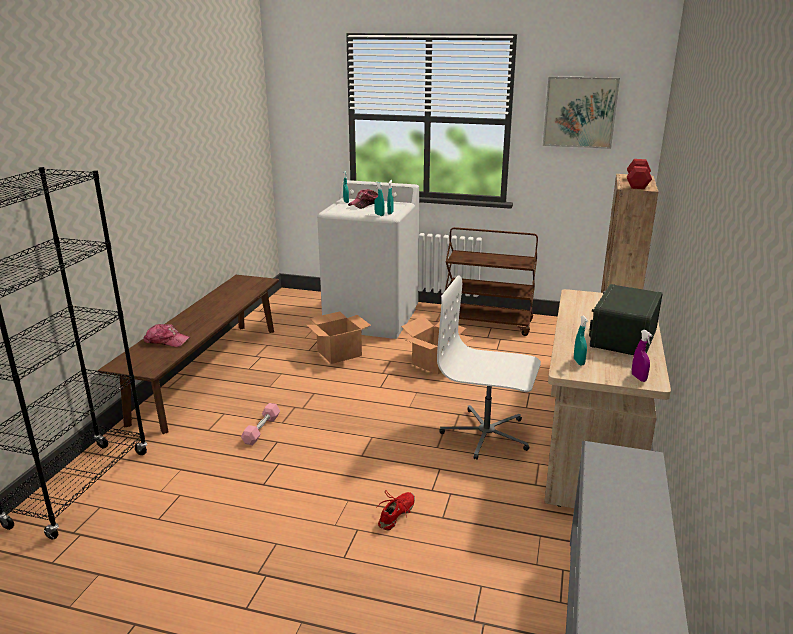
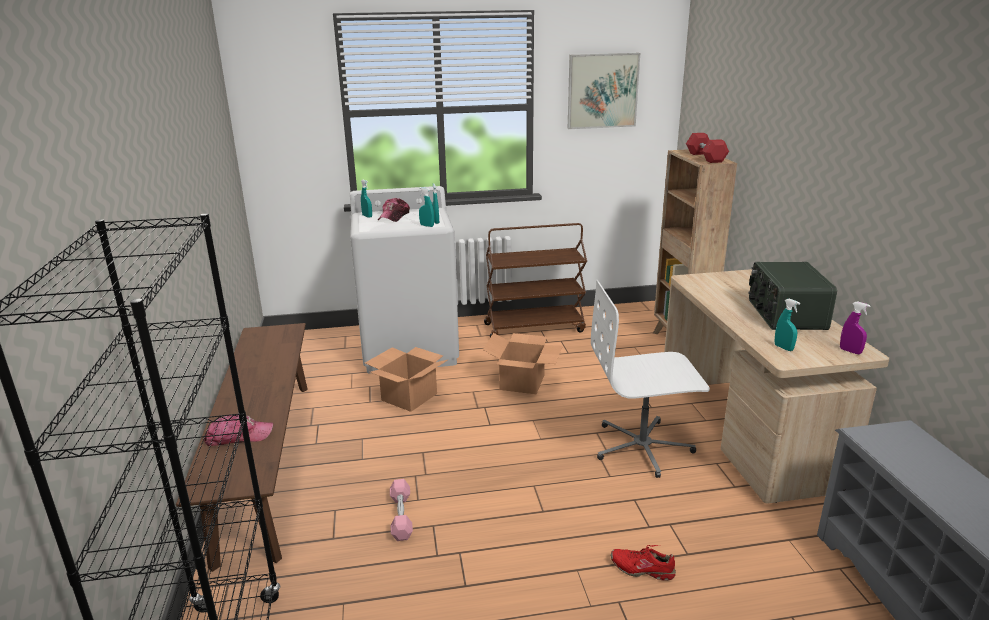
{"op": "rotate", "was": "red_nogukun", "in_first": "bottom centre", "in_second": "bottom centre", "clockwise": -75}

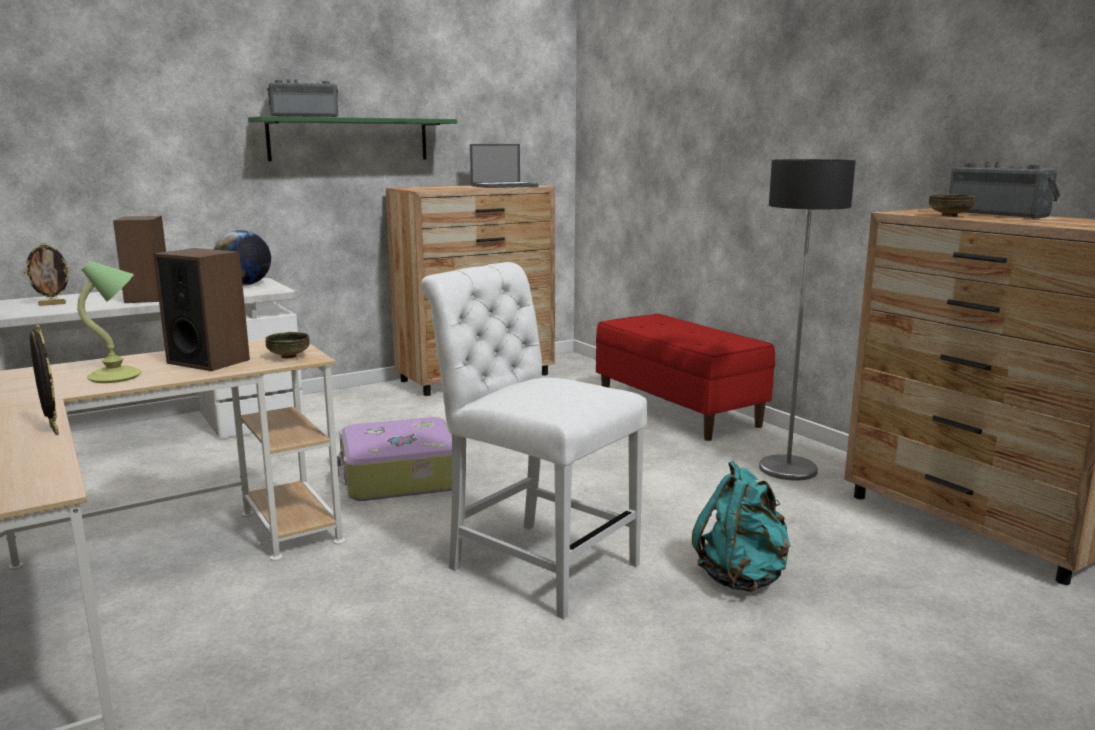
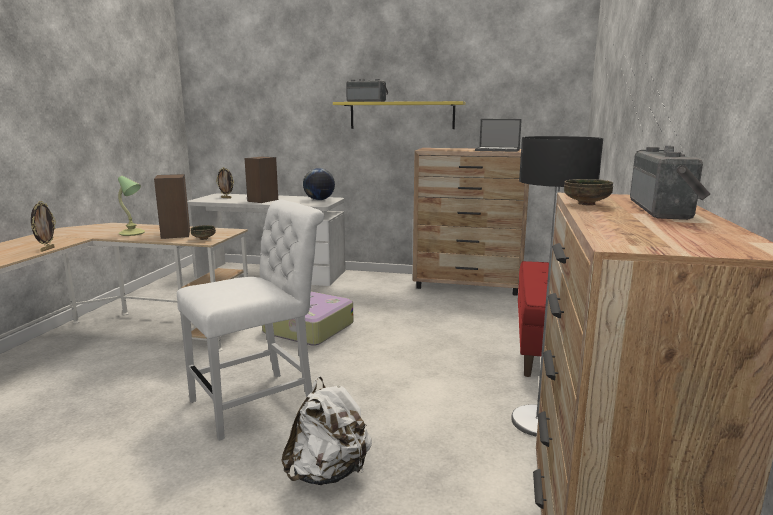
{"op": "rotate", "was": "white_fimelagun", "in_first": "centre", "in_second": "middle left", "clockwise": 60}
{"op": "recolor", "was": "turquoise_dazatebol", "now": "white_dazatebol", "in_first": "bottom right", "in_second": "bottom centre"}
{"op": "recolor", "was": "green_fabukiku", "now": "yellow_fabukiku", "in_first": "top left", "in_second": "top centre"}

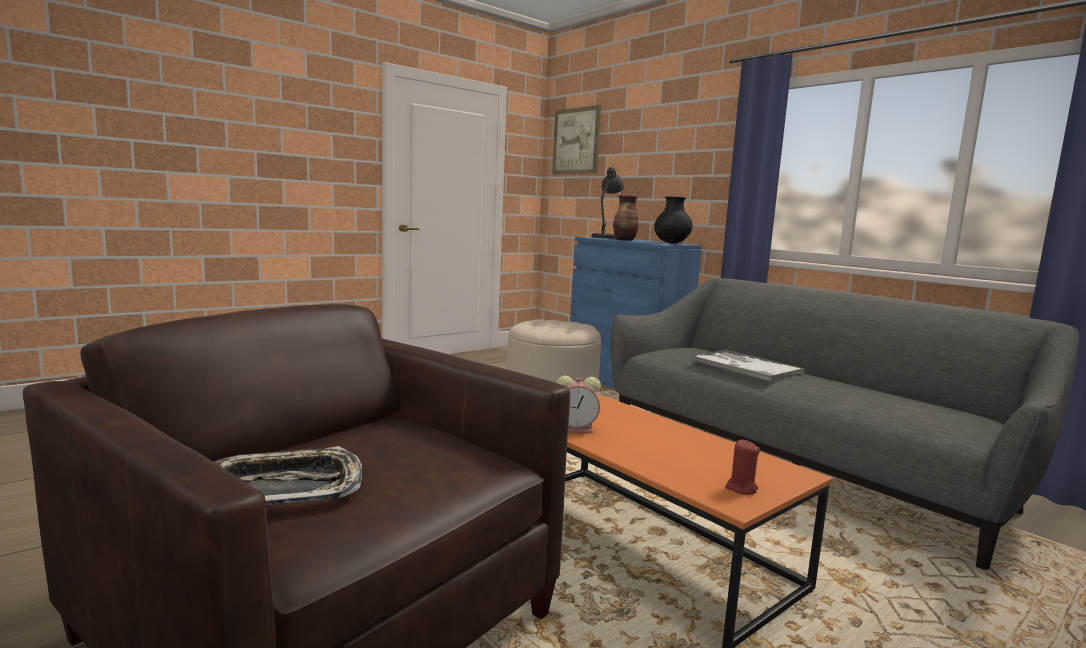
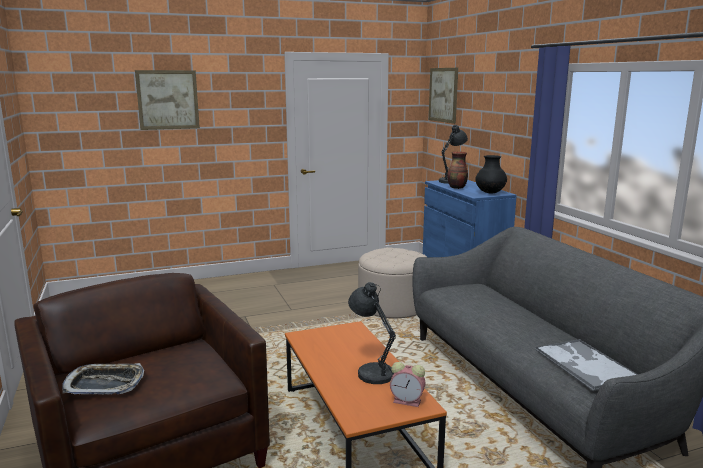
{"op": "insert", "now": "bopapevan (1st from left)", "in_second": "top left"}
{"op": "insert", "now": "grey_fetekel (1st from left)", "in_second": "bottom centre"}
{"op": "move", "was": "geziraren", "in_first": "centre", "in_second": "bottom centre"}
{"op": "move", "was": "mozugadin (2nd from left)", "in_first": "middle right", "in_second": "bottom right"}
{"op": "delete", "was": "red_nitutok", "in_first": "bottom right"}

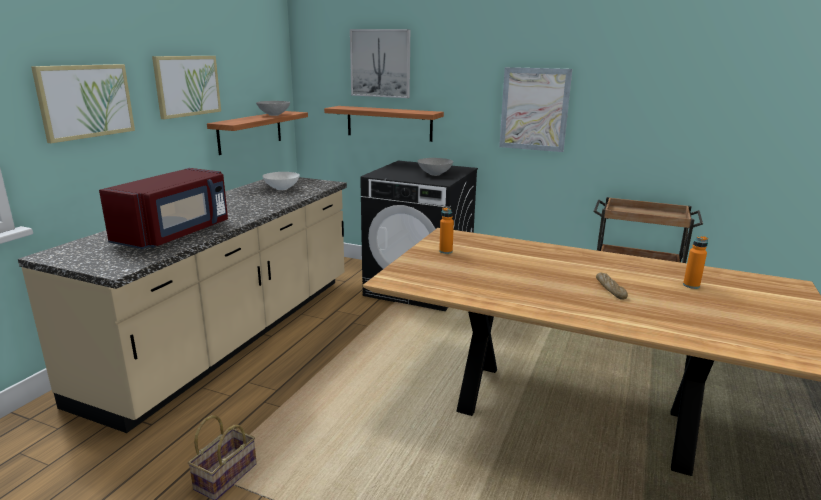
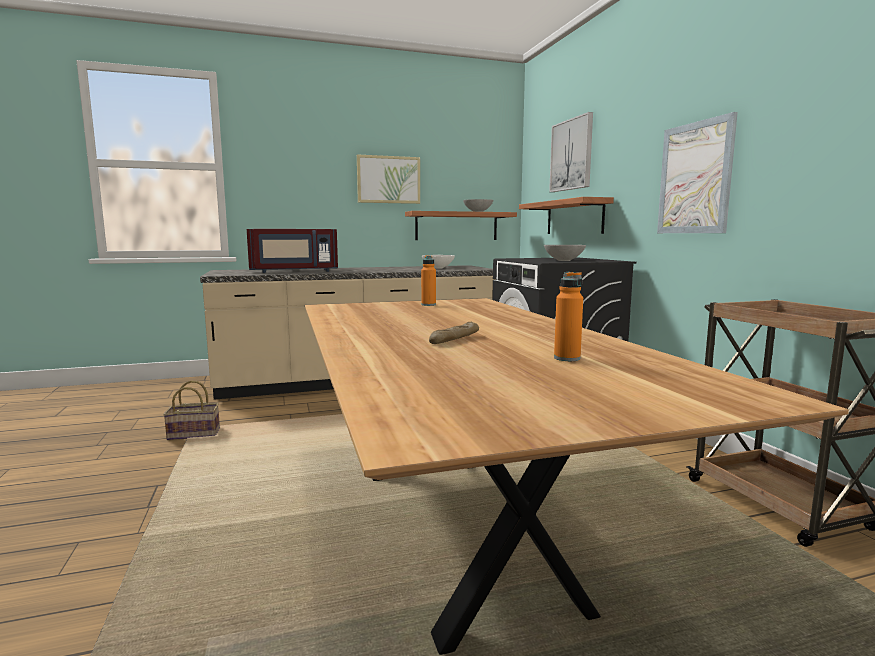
{"op": "delete", "was": "bopapevan (1st from left)", "in_first": "top left"}

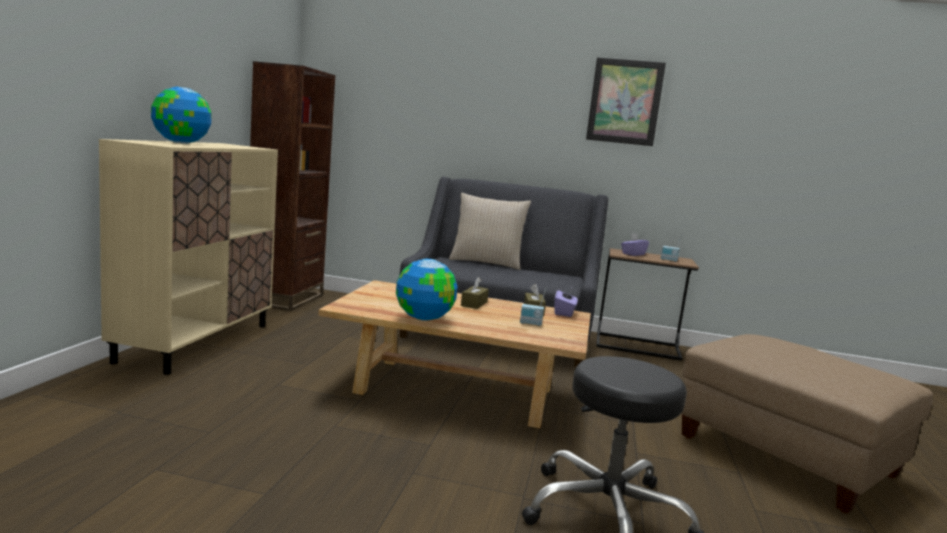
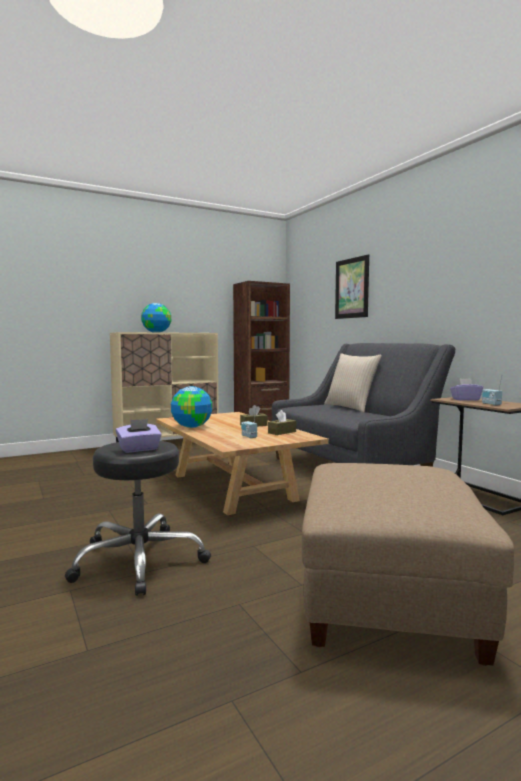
{"op": "move", "was": "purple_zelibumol (1st from left)", "in_first": "centre", "in_second": "middle left"}
{"op": "move", "was": "bopapevan", "in_first": "top centre", "in_second": "middle right"}

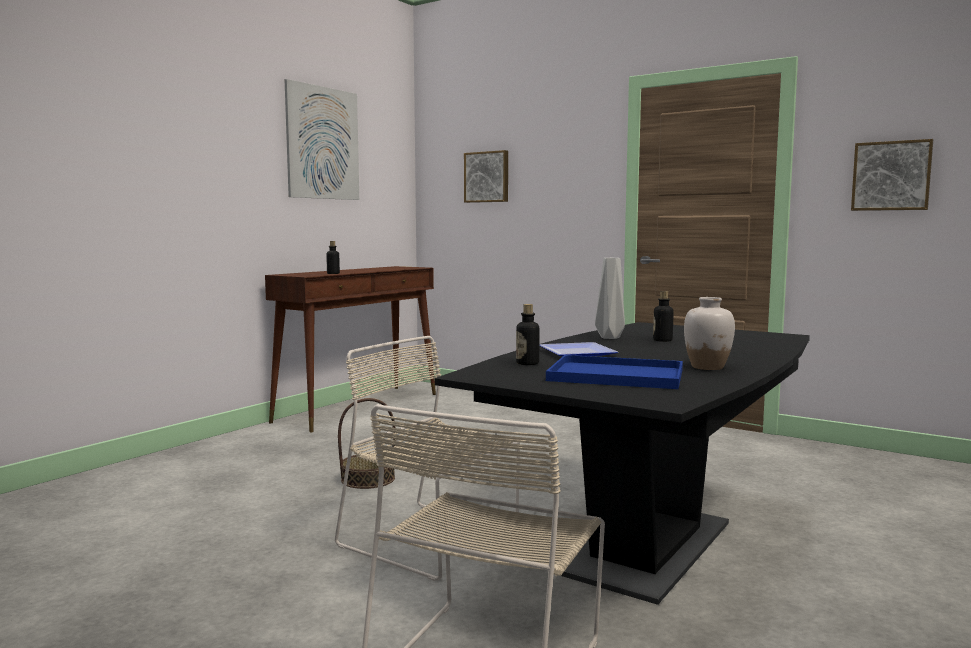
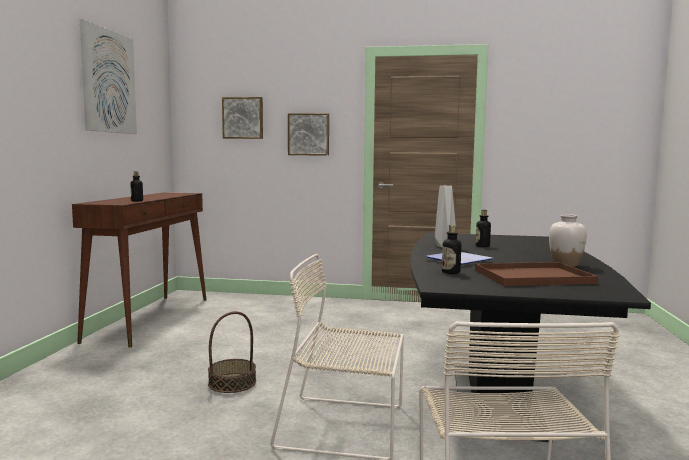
{"op": "move", "was": "bopapevan (3rd from left)", "in_first": "top right", "in_second": "top centre"}
{"op": "recolor", "was": "blue_mozugadin", "now": "brown_mozugadin", "in_first": "centre", "in_second": "middle right"}

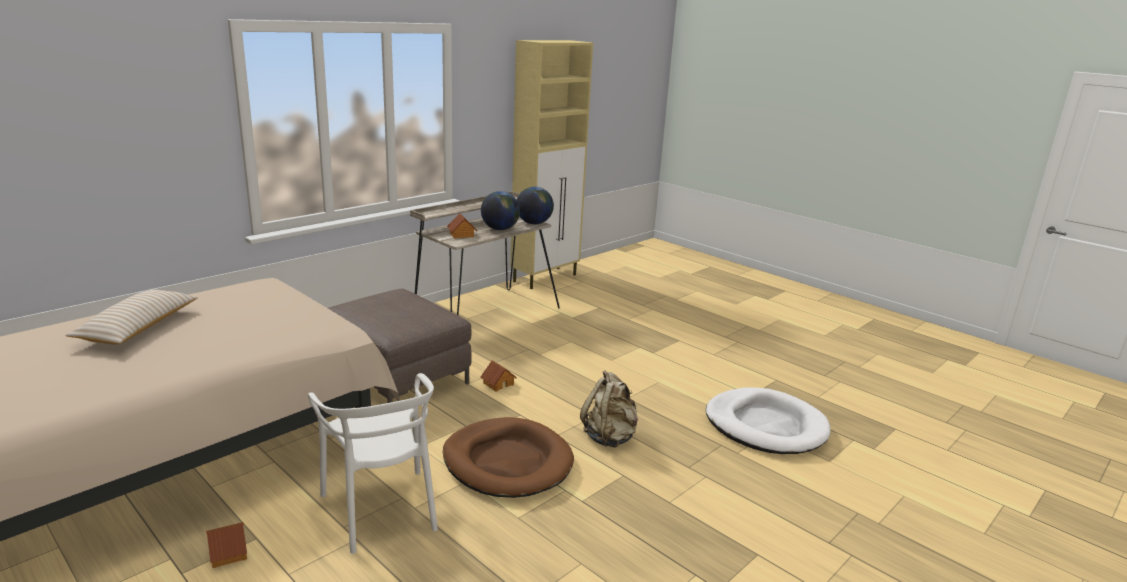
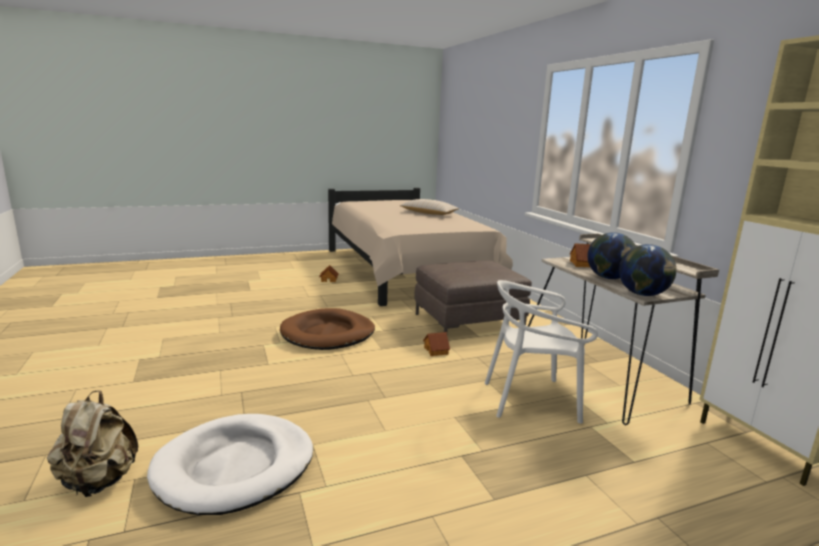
{"op": "move", "was": "beige_dazatebol", "in_first": "bottom centre", "in_second": "bottom left"}
{"op": "move", "was": "white_fimelagun", "in_first": "bottom left", "in_second": "centre"}

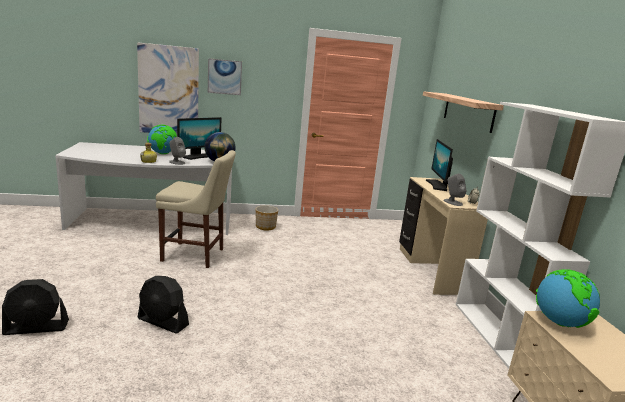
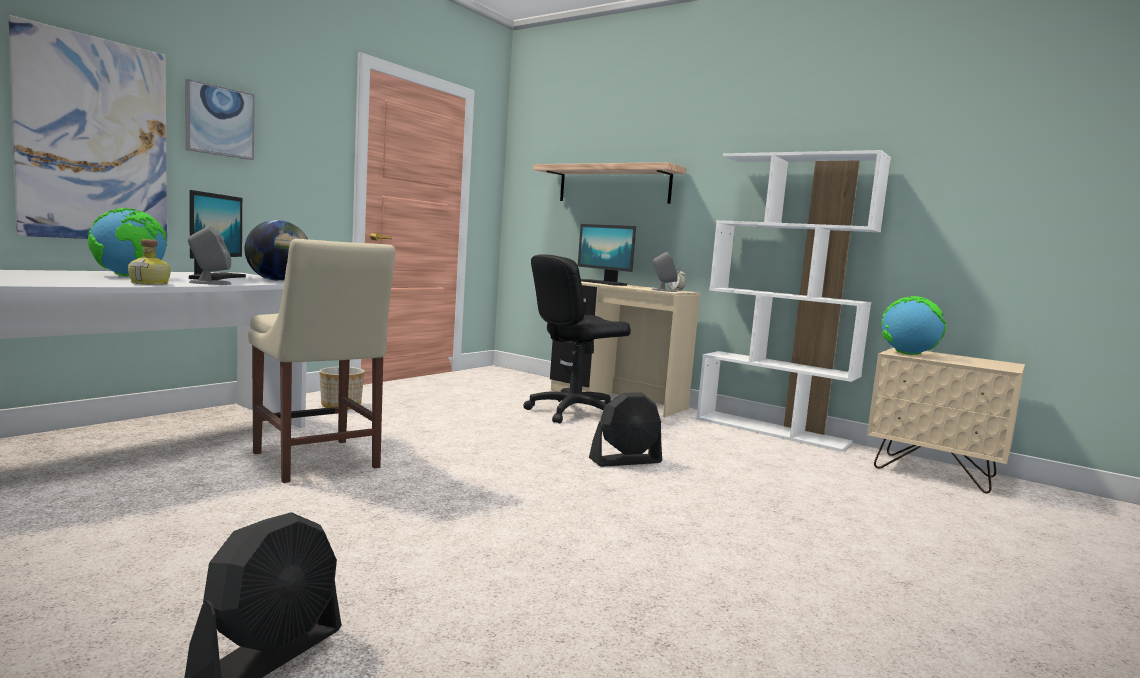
{"op": "rotate", "was": "beige_fimelagun", "in_first": "middle left", "in_second": "middle left", "clockwise": 90}
{"op": "insert", "now": "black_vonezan", "in_second": "centre"}
{"op": "move", "was": "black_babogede (2nd from left)", "in_first": "bottom left", "in_second": "centre"}

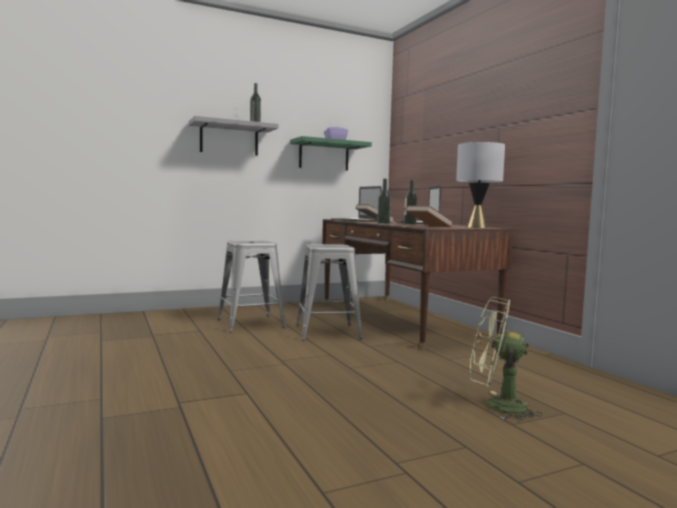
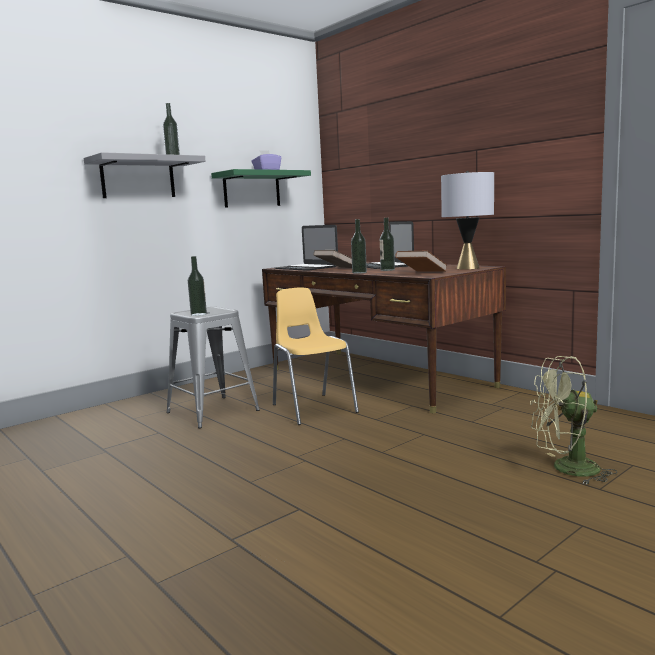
{"op": "insert", "now": "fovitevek (2nd from left)", "in_second": "middle left"}
{"op": "replace", "was": "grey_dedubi (2nd from left)", "now": "yellow_fimelagun", "in_first": "centre", "in_second": "centre"}

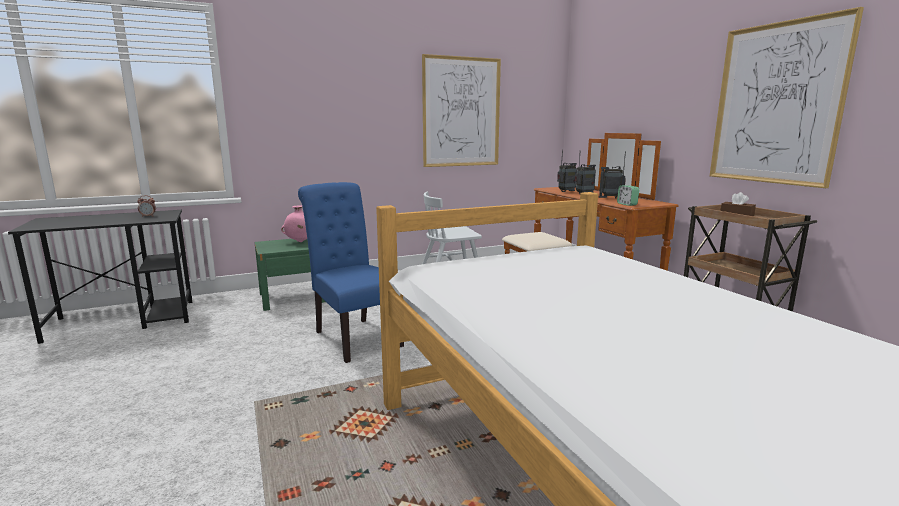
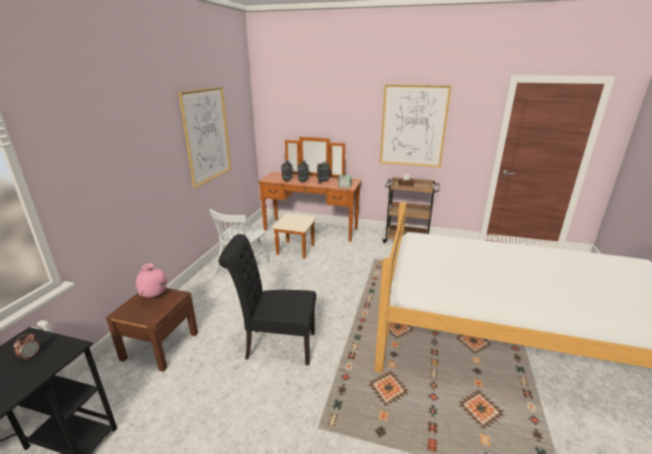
{"op": "recolor", "was": "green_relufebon", "now": "brown_relufebon", "in_first": "middle left", "in_second": "bottom left"}
{"op": "recolor", "was": "blue_fimelagun", "now": "black_fimelagun", "in_first": "centre", "in_second": "centre"}

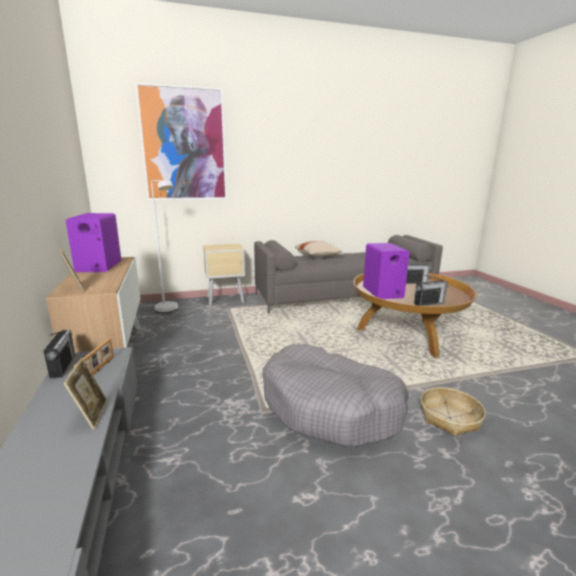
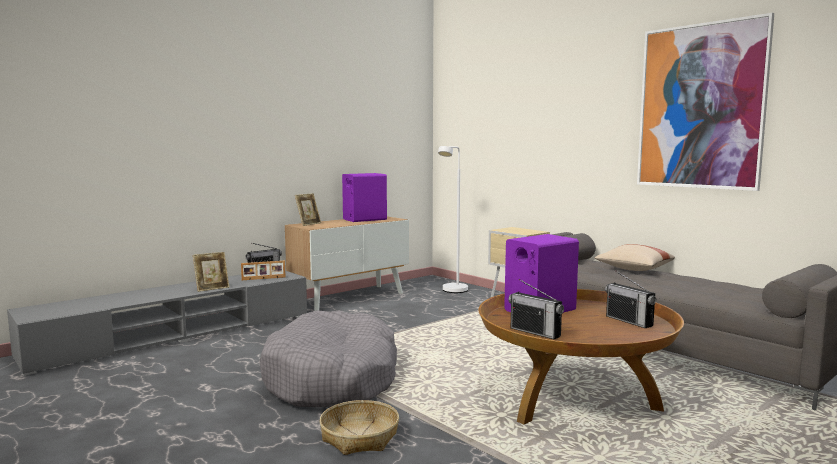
{"op": "move", "was": "bopapevan", "in_first": "top left", "in_second": "top right"}

